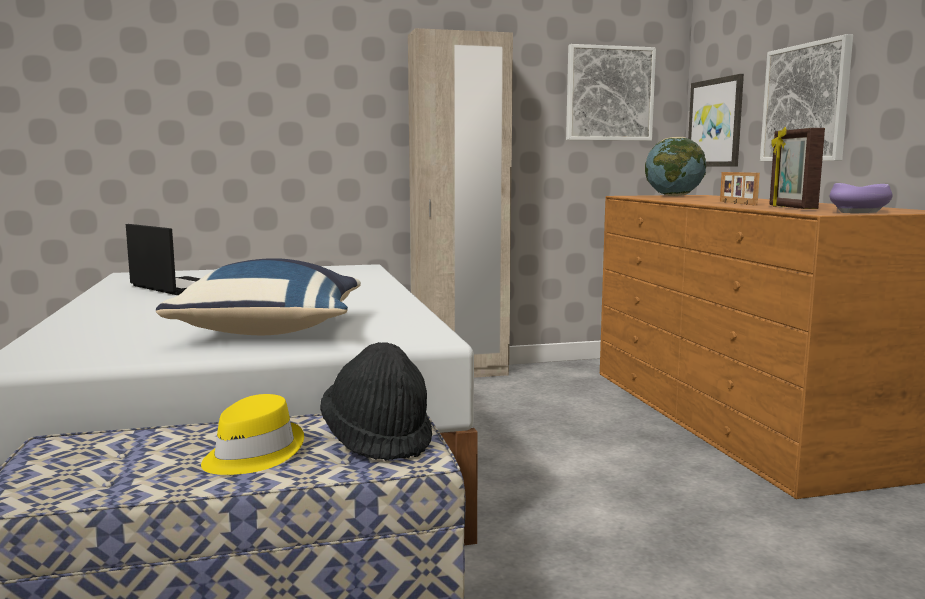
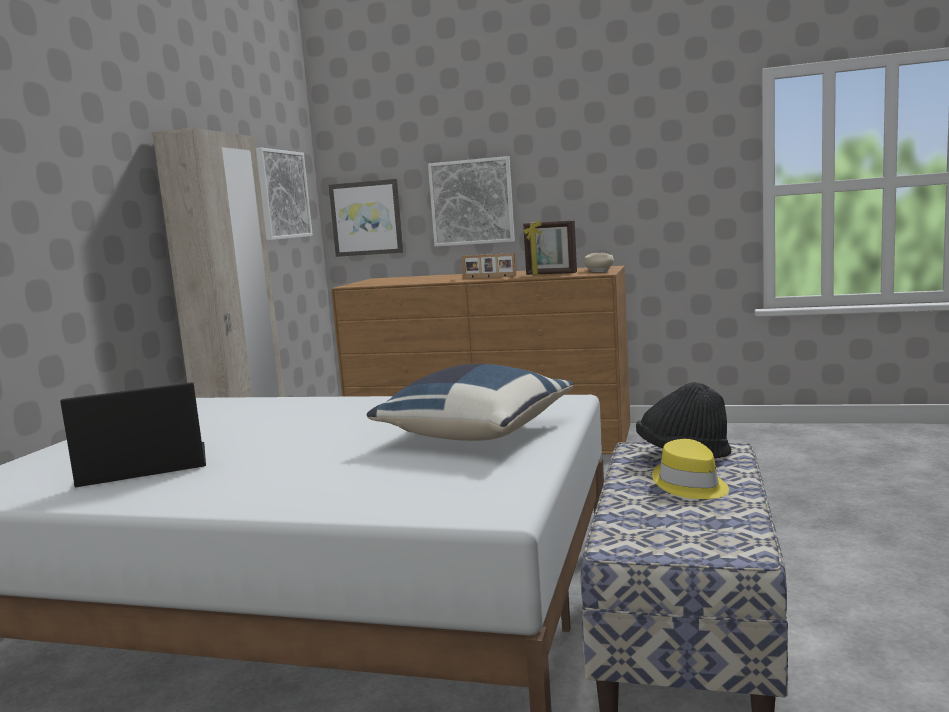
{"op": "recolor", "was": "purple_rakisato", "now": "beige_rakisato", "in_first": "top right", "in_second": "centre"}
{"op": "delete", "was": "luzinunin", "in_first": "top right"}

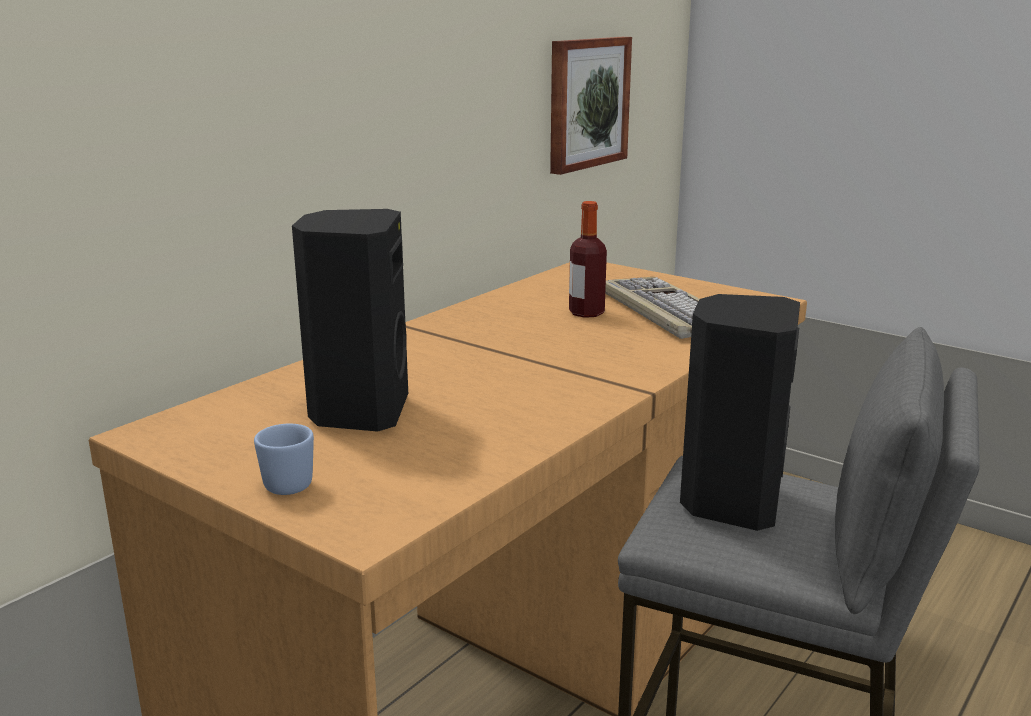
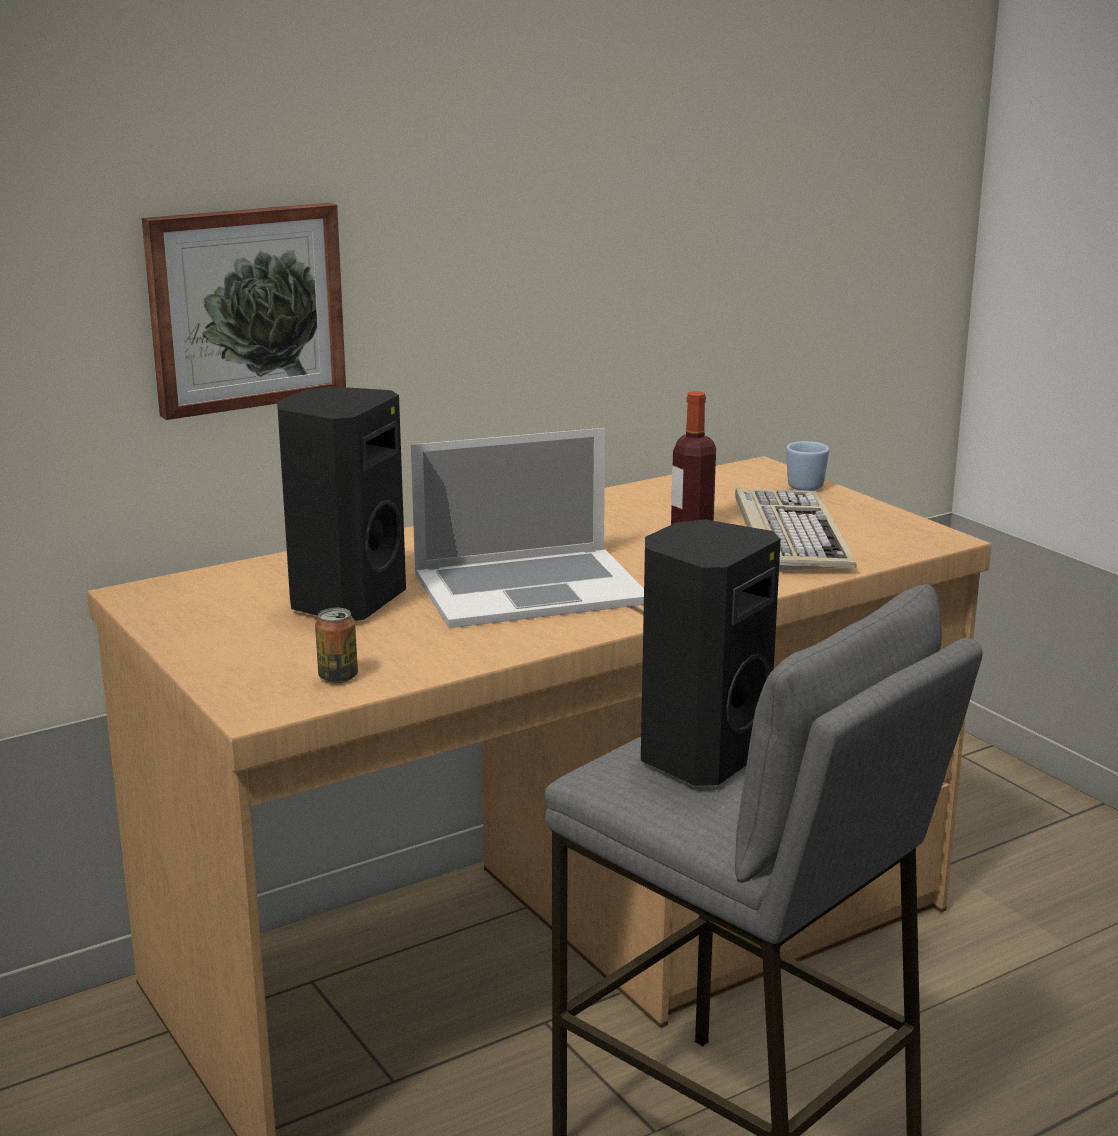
{"op": "move", "was": "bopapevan", "in_first": "top centre", "in_second": "top left"}
{"op": "insert", "now": "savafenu", "in_second": "middle left"}
{"op": "insert", "now": "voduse", "in_second": "centre"}
{"op": "move", "was": "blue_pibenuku", "in_first": "middle left", "in_second": "middle right"}

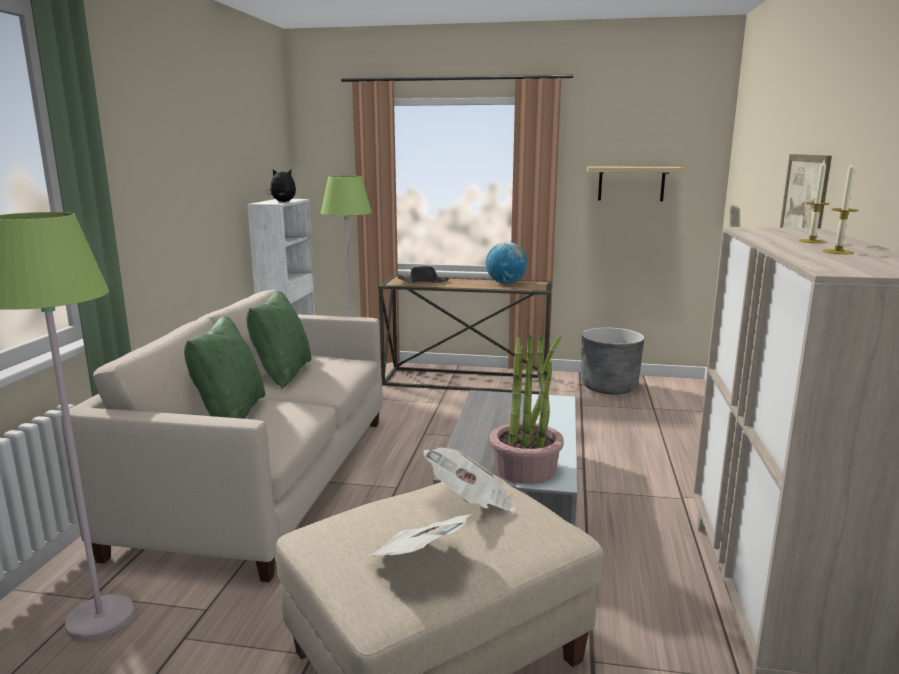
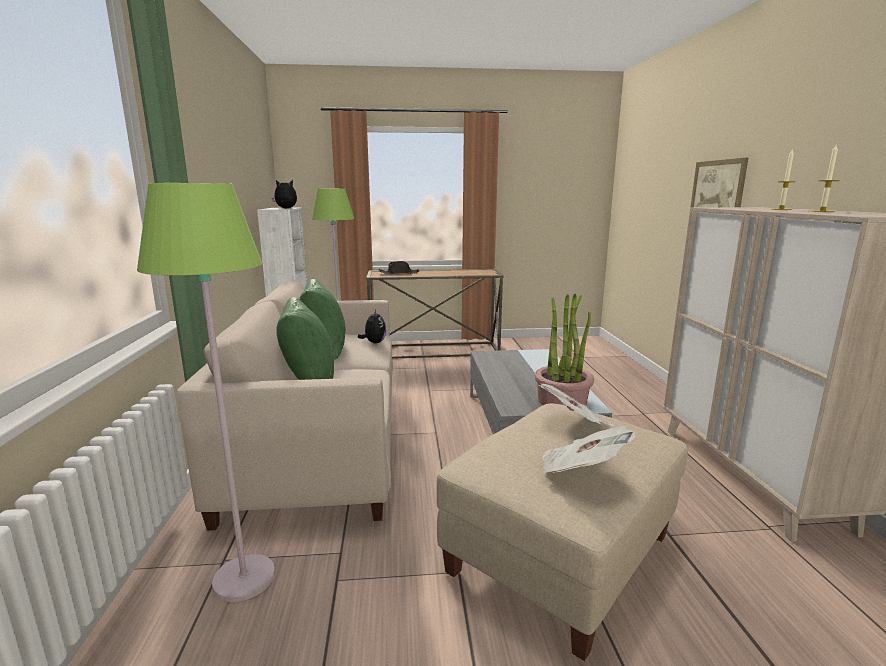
{"op": "insert", "now": "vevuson (2nd from left)", "in_second": "centre"}
{"op": "delete", "was": "luzinunin", "in_first": "centre"}
{"op": "delete", "was": "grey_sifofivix", "in_first": "middle right"}
{"op": "delete", "was": "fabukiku", "in_first": "top right"}

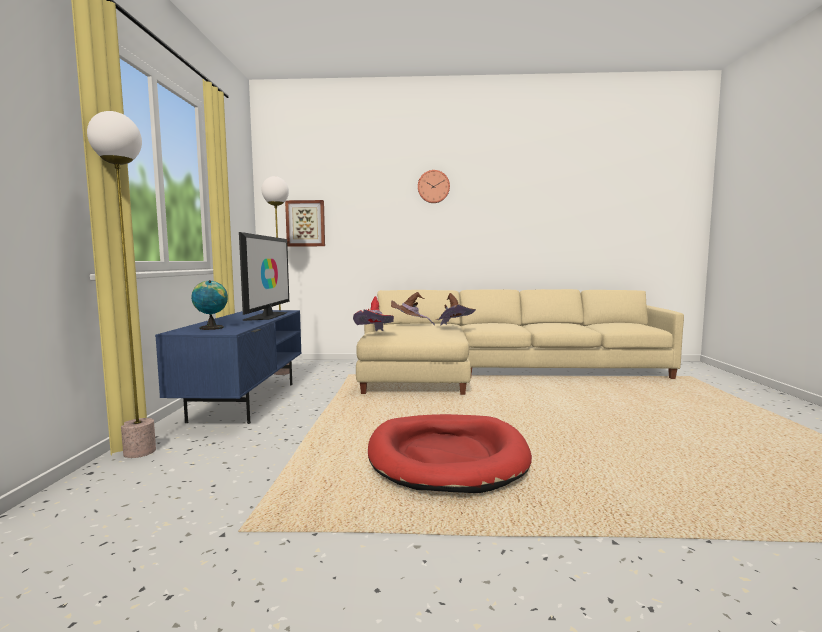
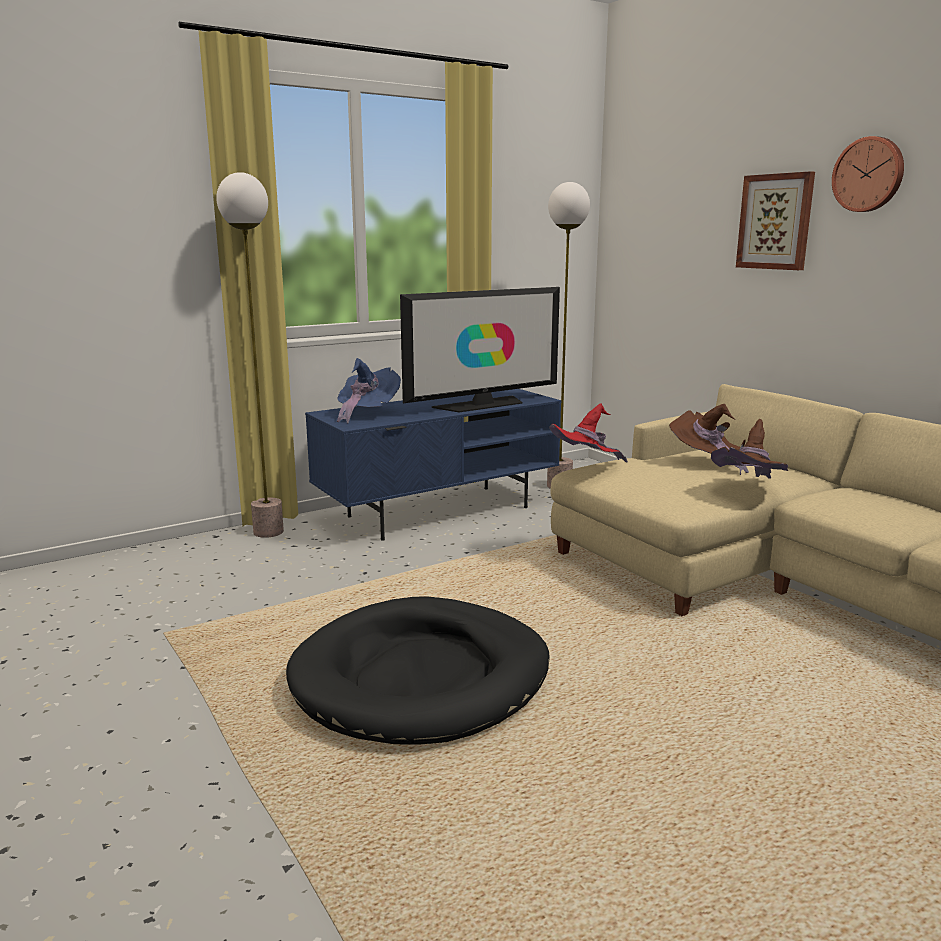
{"op": "recolor", "was": "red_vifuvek", "now": "black_vifuvek", "in_first": "bottom centre", "in_second": "bottom centre"}
{"op": "replace", "was": "luzinunin", "now": "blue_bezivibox", "in_first": "middle left", "in_second": "centre"}
{"op": "move", "was": "bopapevan", "in_first": "centre", "in_second": "top right"}

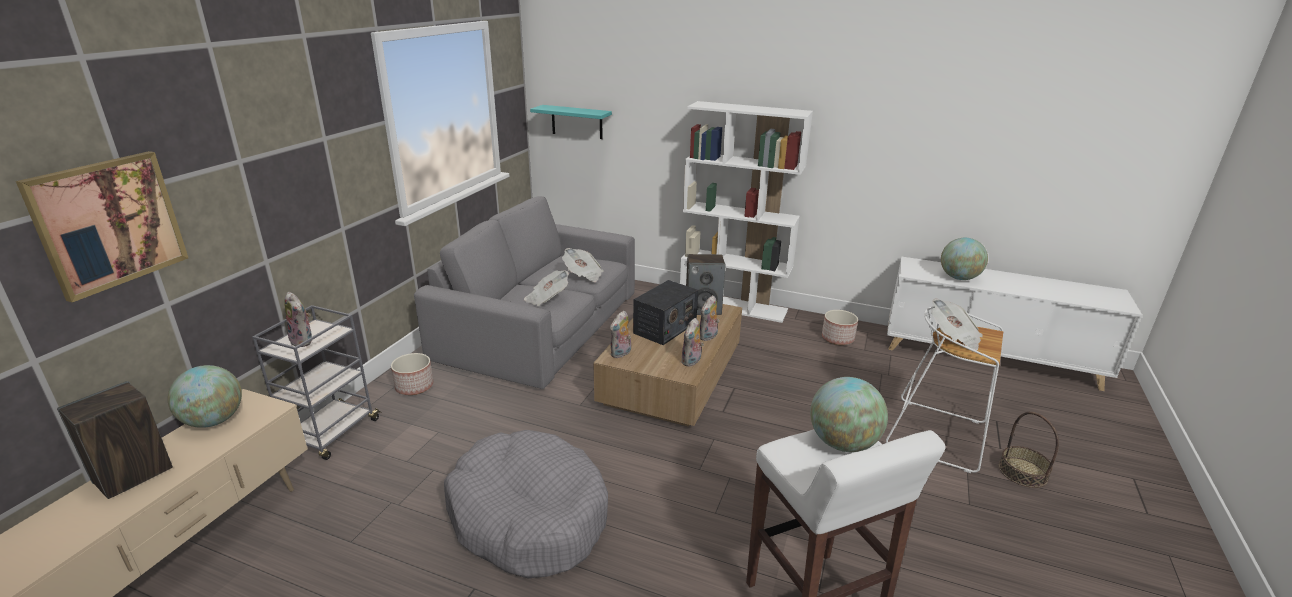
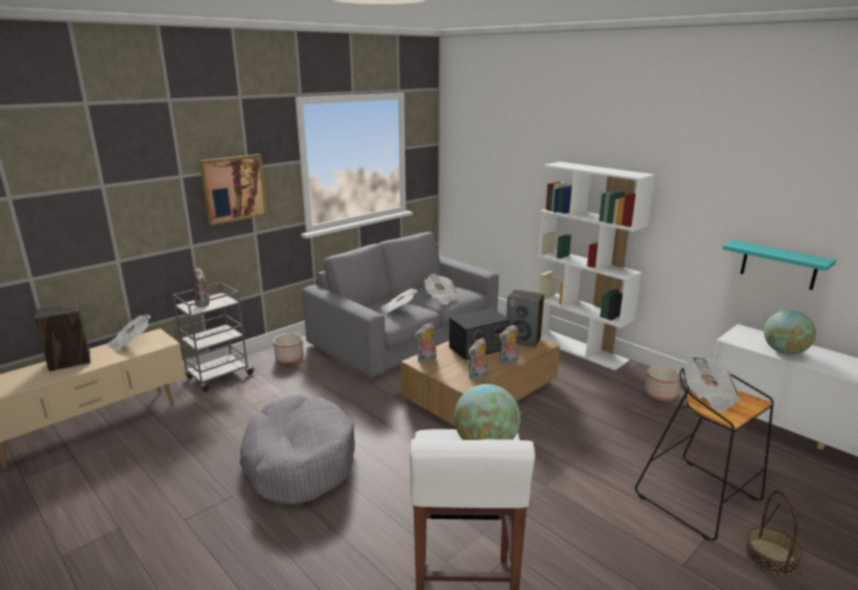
{"op": "replace", "was": "luzinunin (1st from left)", "now": "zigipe (1st from left)", "in_first": "middle left", "in_second": "middle left"}
{"op": "move", "was": "bopapevan", "in_first": "middle left", "in_second": "top left"}
{"op": "recolor", "was": "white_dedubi (2nd from left)", "now": "black_dedubi", "in_first": "middle right", "in_second": "bottom right"}
{"op": "move", "was": "turquoise_fabukiku", "in_first": "top centre", "in_second": "middle right"}

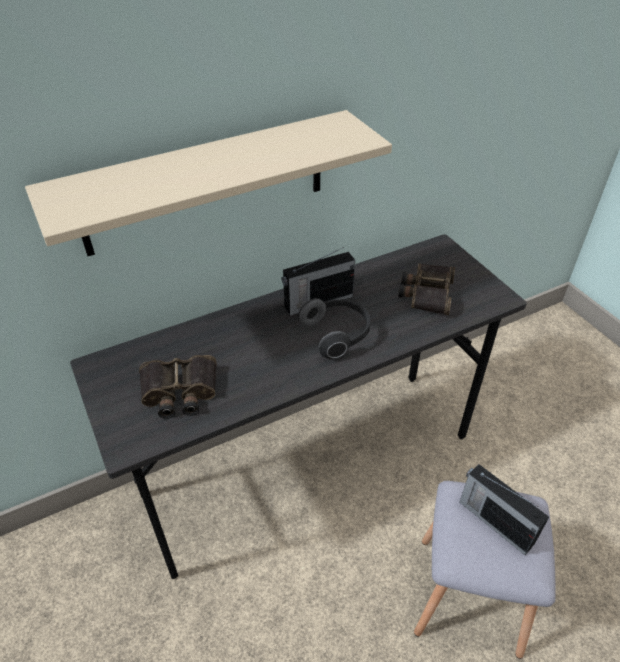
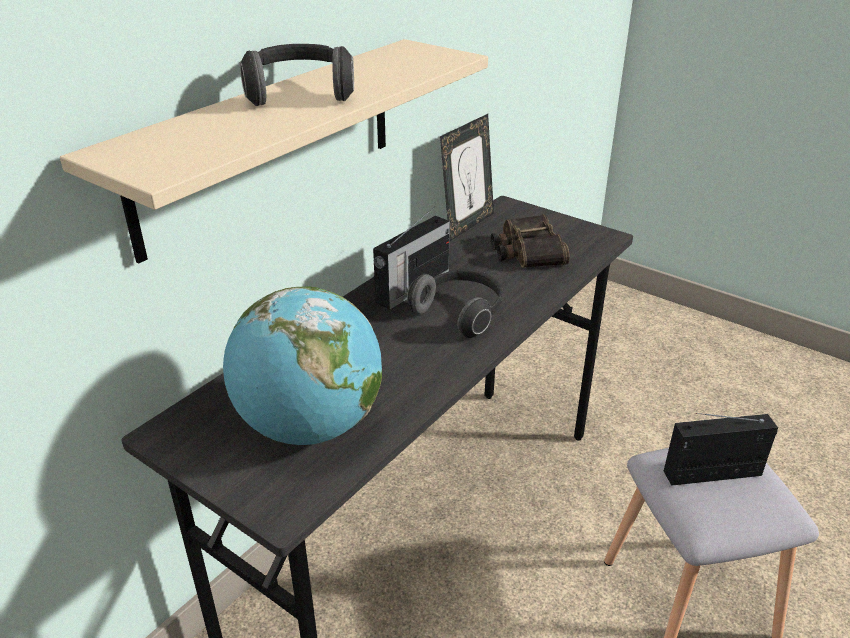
{"op": "replace", "was": "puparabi (1st from left)", "now": "luzinunin", "in_first": "middle left", "in_second": "centre"}
{"op": "insert", "now": "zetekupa (1st from left)", "in_second": "top centre"}
{"op": "insert", "now": "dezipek", "in_second": "top centre"}
{"op": "rotate", "was": "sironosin (2nd from left)", "in_first": "bottom right", "in_second": "bottom right", "clockwise": 150}

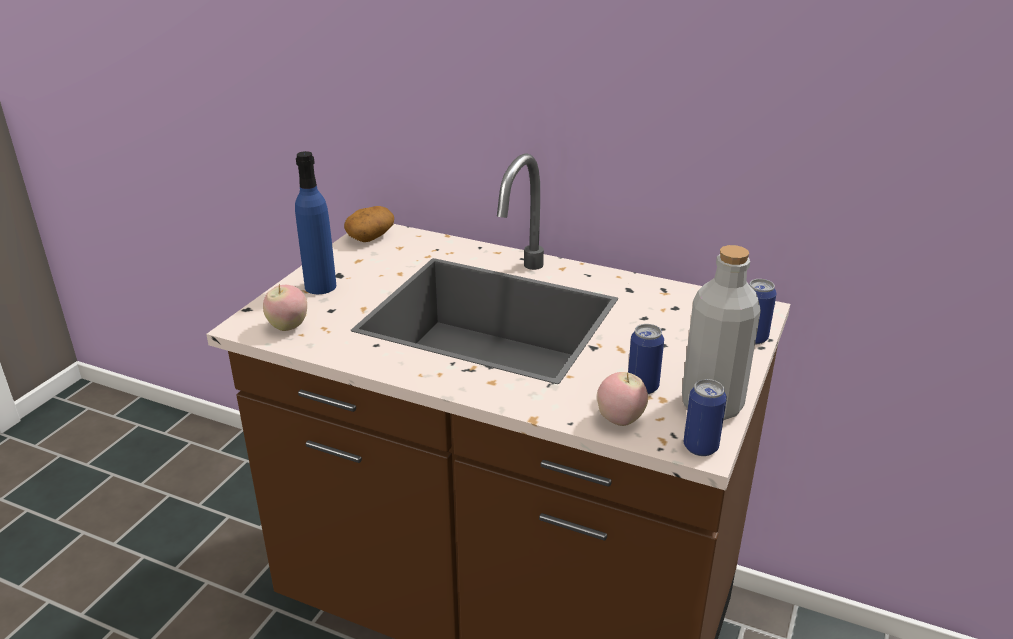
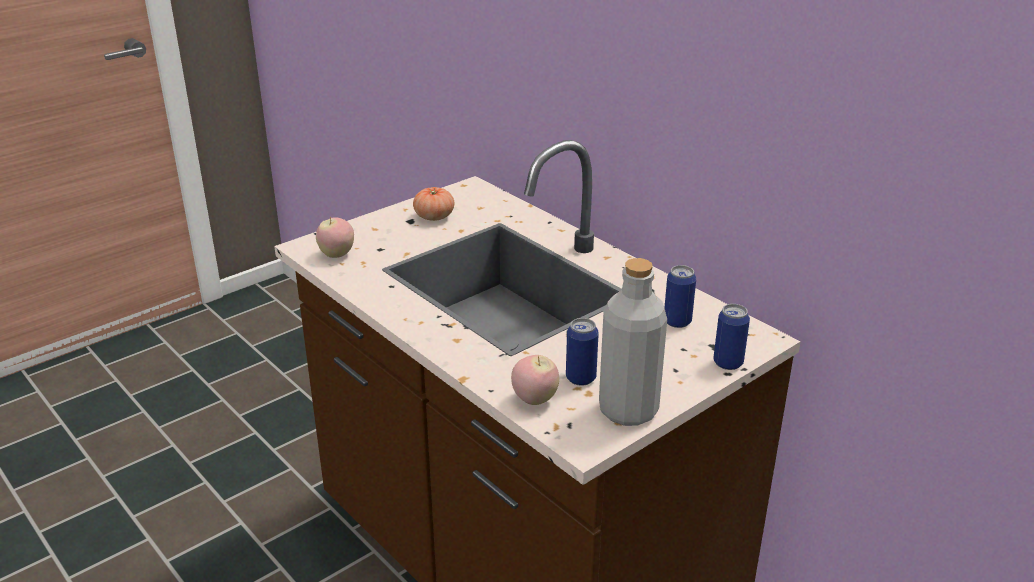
{"op": "insert", "now": "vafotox", "in_second": "centre"}
{"op": "move", "was": "savafenu (2nd from left)", "in_first": "middle right", "in_second": "centre"}
{"op": "delete", "was": "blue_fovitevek", "in_first": "middle left"}
{"op": "delete", "was": "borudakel", "in_first": "centre"}

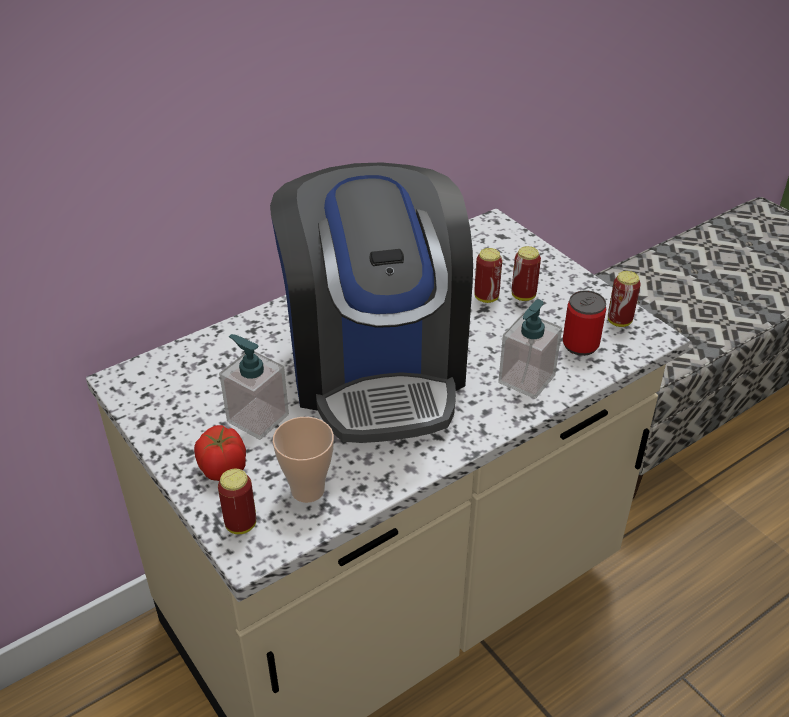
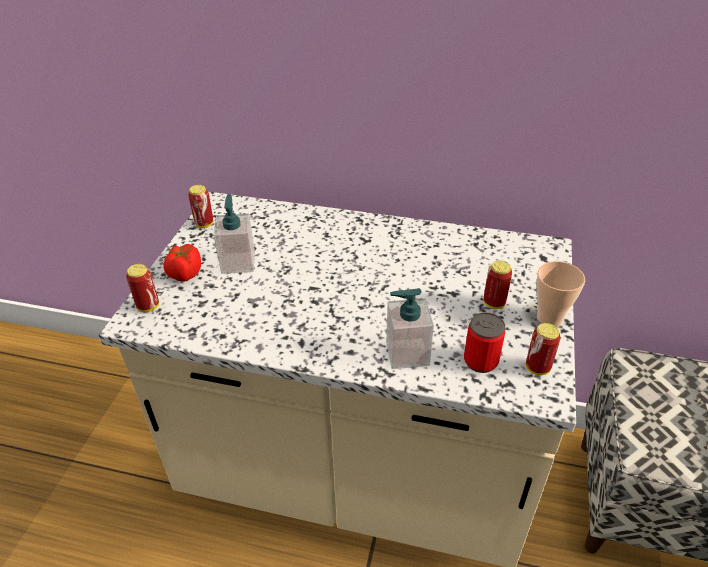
{"op": "move", "was": "savafenu (2nd from left)", "in_first": "centre", "in_second": "middle left"}
{"op": "move", "was": "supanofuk", "in_first": "centre", "in_second": "middle right"}
{"op": "delete", "was": "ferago", "in_first": "centre"}

